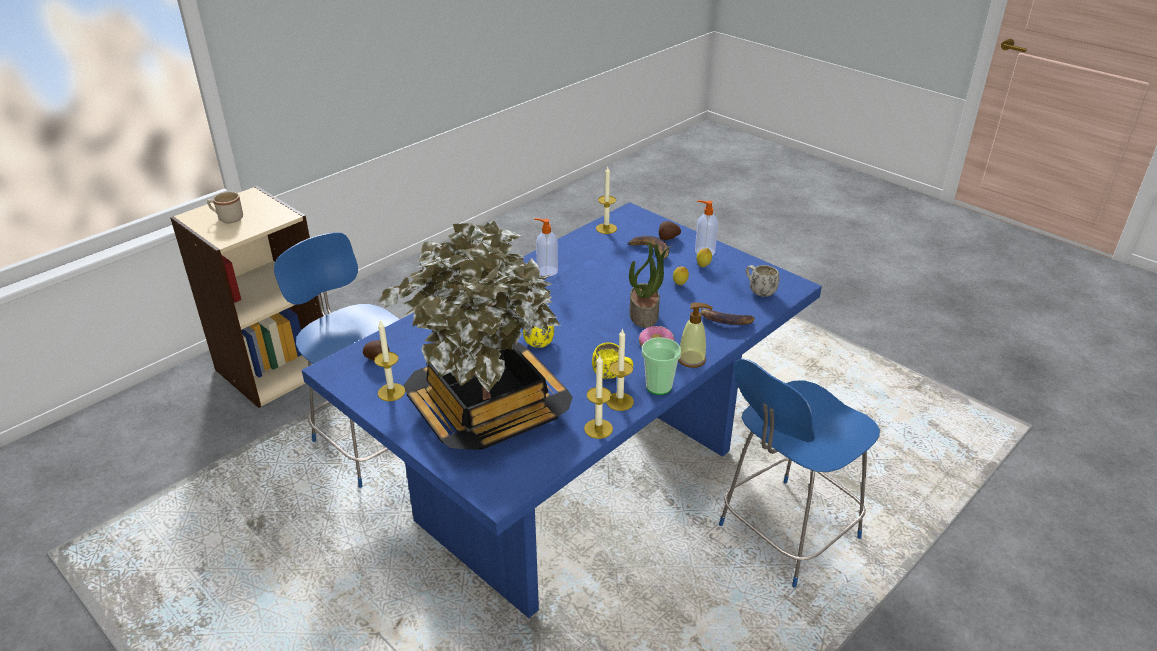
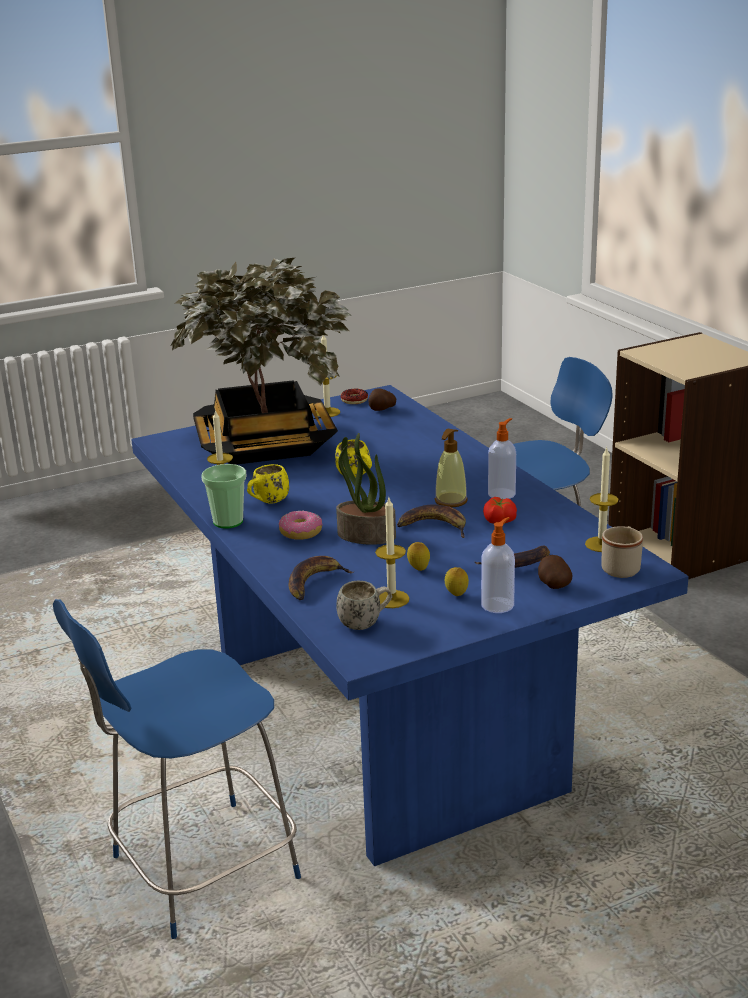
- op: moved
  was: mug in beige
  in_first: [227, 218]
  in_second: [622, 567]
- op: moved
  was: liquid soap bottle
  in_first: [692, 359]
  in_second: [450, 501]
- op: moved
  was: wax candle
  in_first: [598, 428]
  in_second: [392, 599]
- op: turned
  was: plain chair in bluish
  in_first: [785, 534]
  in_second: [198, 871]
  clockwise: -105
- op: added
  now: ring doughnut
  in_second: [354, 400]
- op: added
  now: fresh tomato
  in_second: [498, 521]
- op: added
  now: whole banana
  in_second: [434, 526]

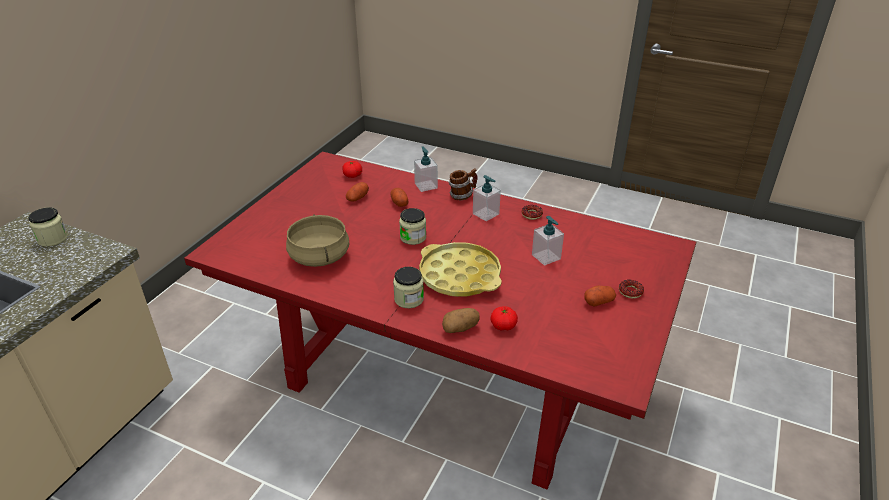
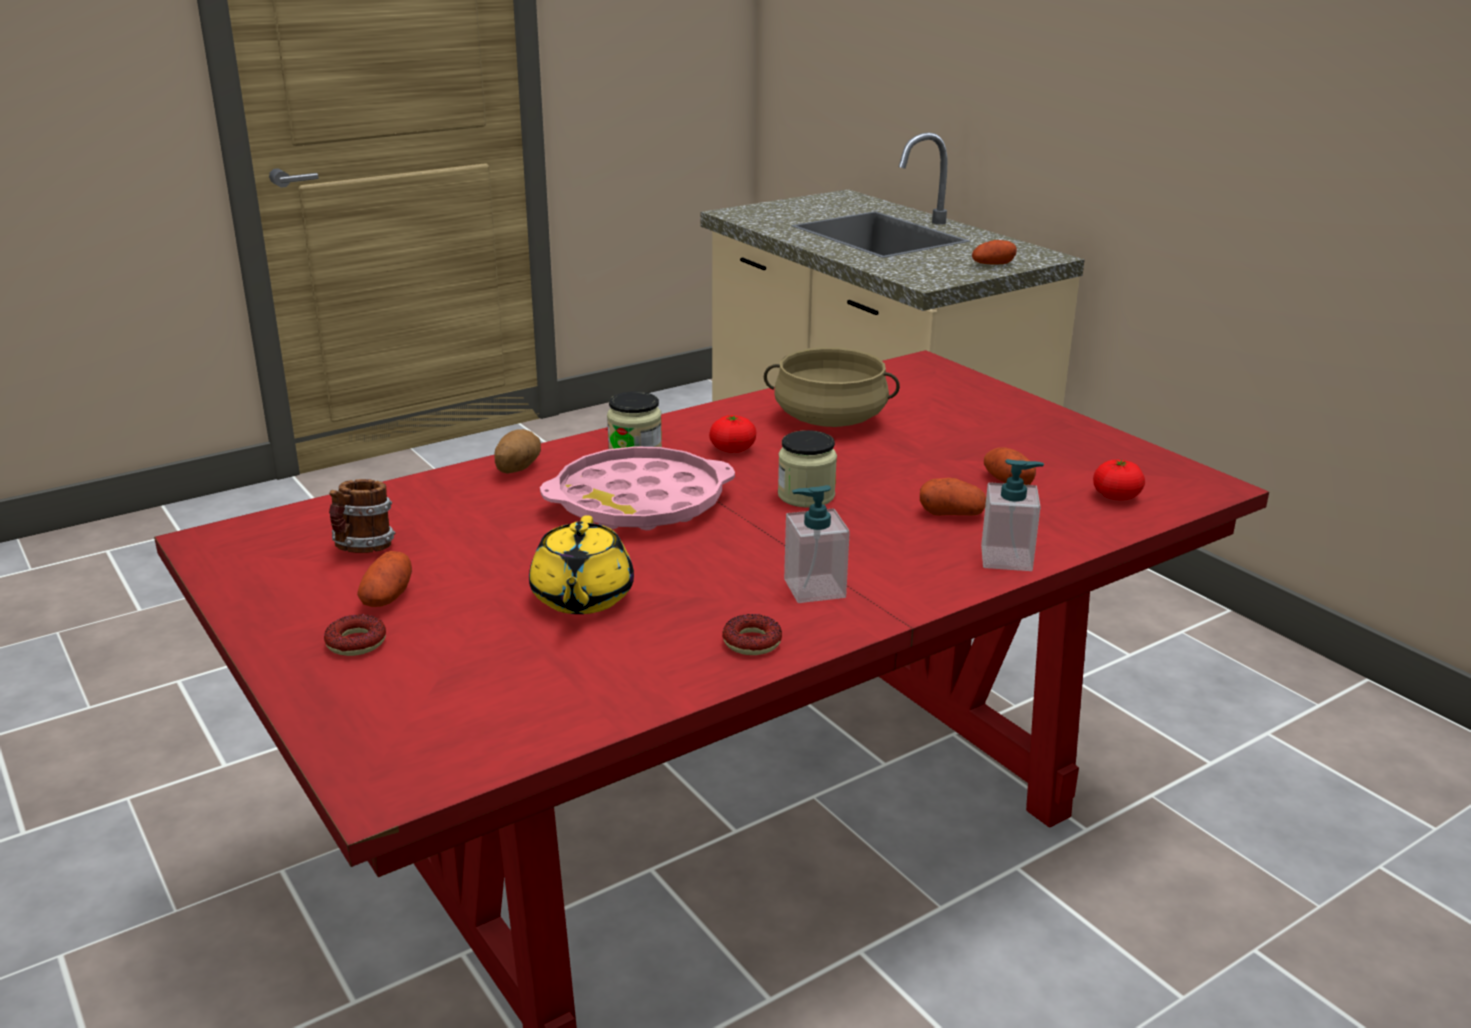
- op: moved
  was: mug
  in_first: [462, 195]
  in_second: [363, 549]
- op: replaced
  was: preserve jar
  now: potato
  in_first: [53, 239]
  in_second: [993, 264]
- op: replaced
  was: liquid soap bottle
  now: tea pot in yellow-coloured
  in_first: [546, 257]
  in_second: [581, 598]
- op: recoloured
  was: serving tray in yellow-coloured
  now: serving tray in pinkish
  in_first: [459, 275]
  in_second: [639, 502]
- op: moved
  was: fresh tomato
  in_first: [503, 325]
  in_second: [732, 449]

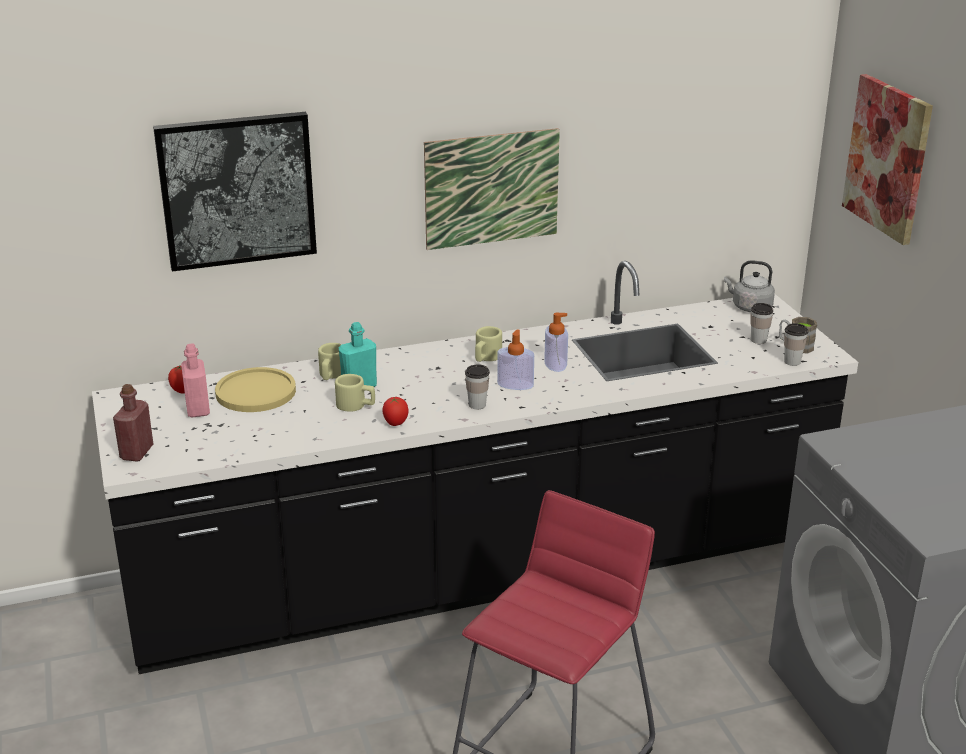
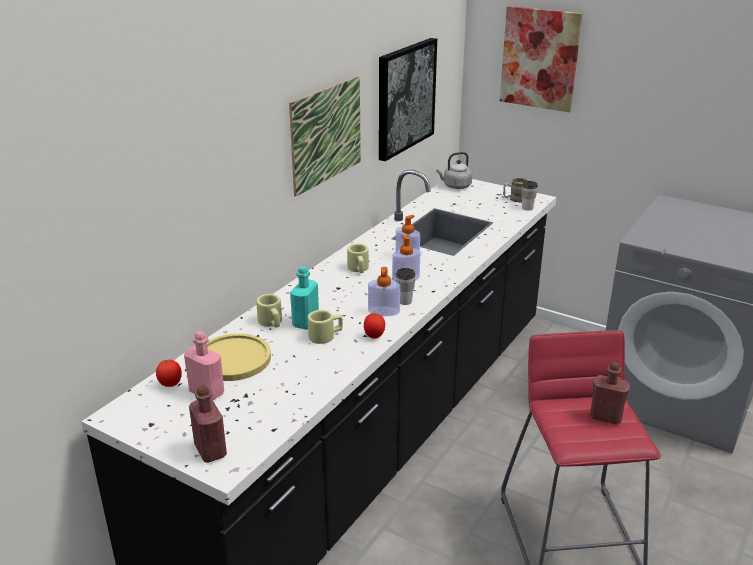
- op: moved
  was: picture
  in_first: [237, 190]
  in_second: [405, 97]
- op: removed
  was: small cup
  in_first: [758, 340]
- op: added
  now: liquid soap bottle
  in_second: [383, 311]
- op: added
  now: drink bottle in red
  in_second: [605, 417]

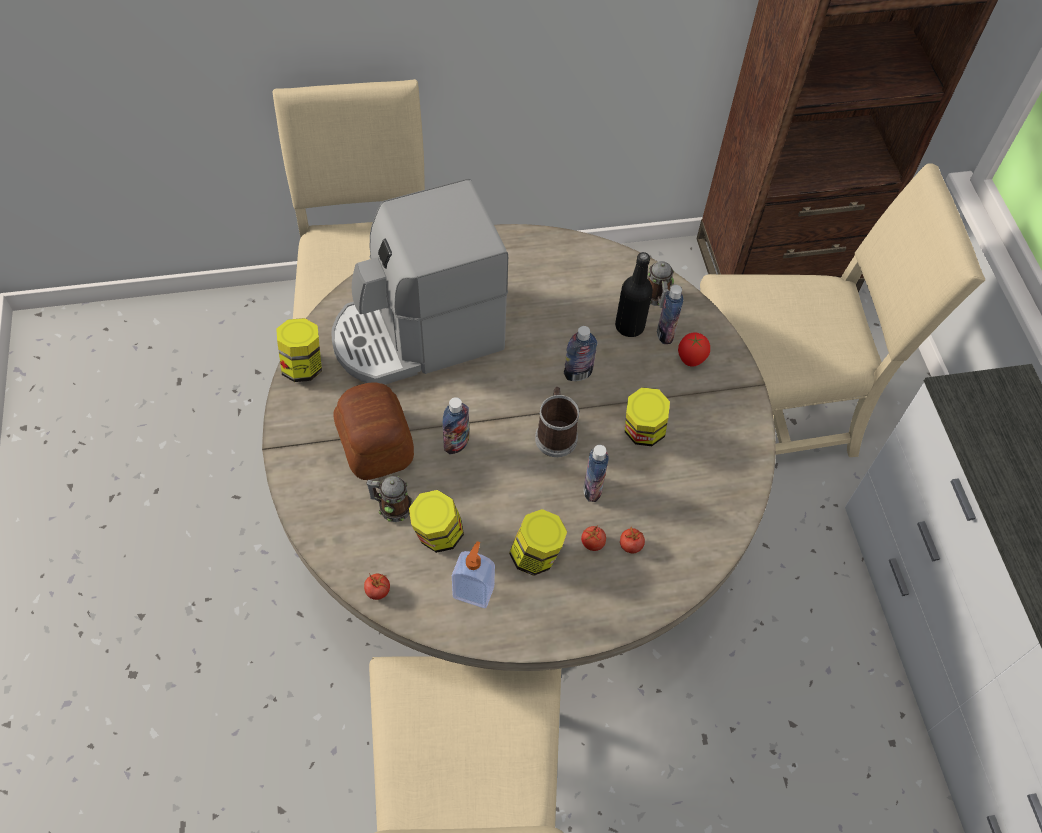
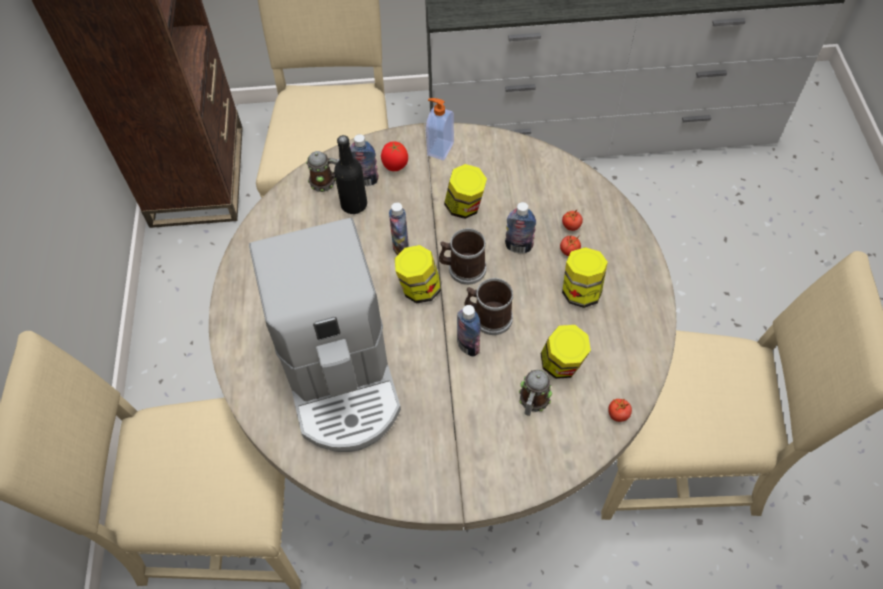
- op: moved
  was: preserve jar
  in_first: [303, 366]
  in_second: [419, 288]
- op: removed
  was: baked bread
  in_first: [374, 444]
- op: moved
  was: liquid soap bottle
  in_first: [474, 591]
  in_second: [439, 149]
- op: added
  now: mug
  in_second: [488, 317]

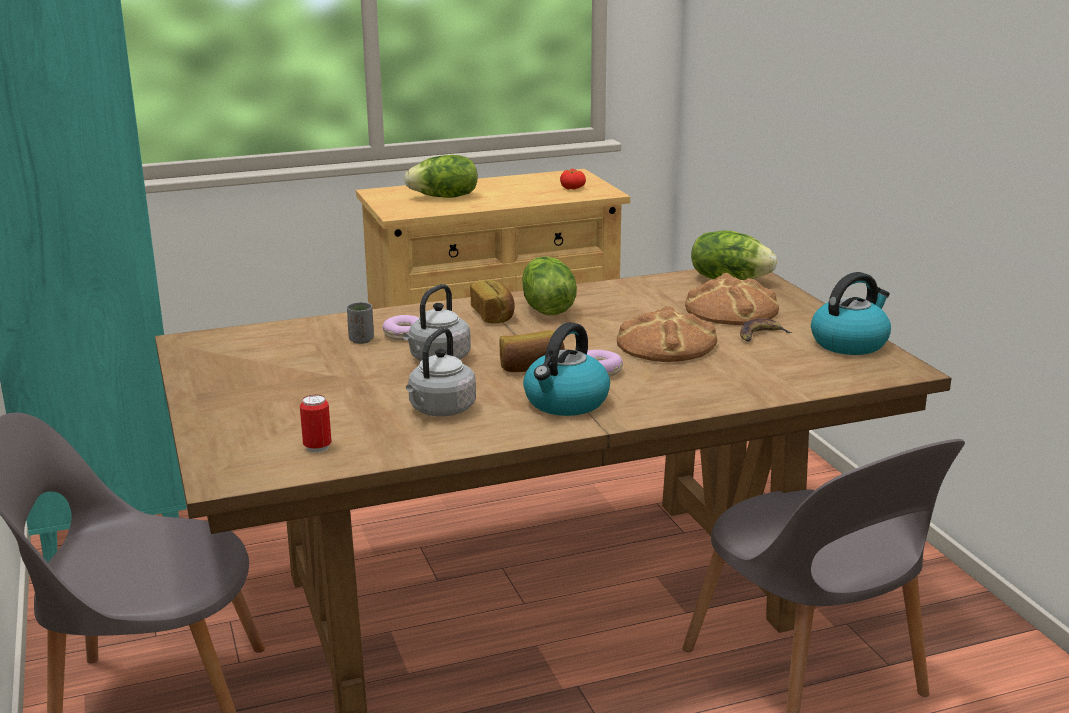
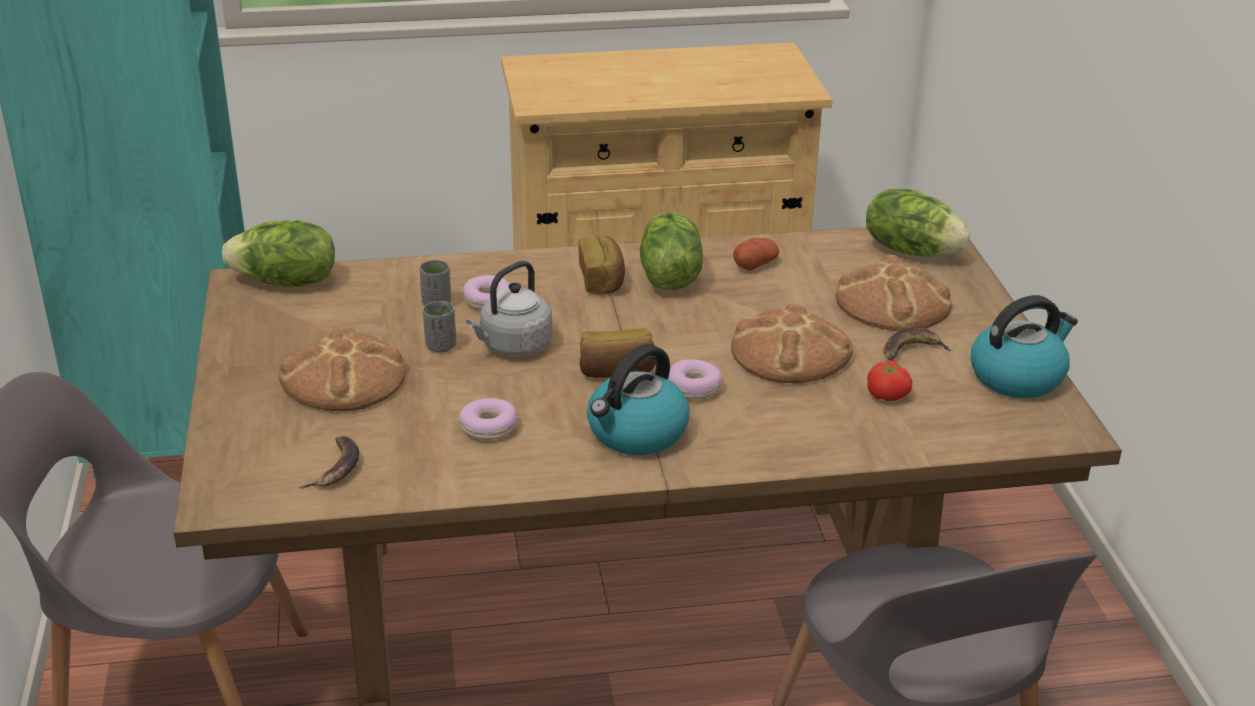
- op: moved
  was: lettuce head
  in_first: [444, 197]
  in_second: [285, 282]
- op: moved
  was: fresh tomato
  in_first: [573, 188]
  in_second: [888, 394]
- op: replaced
  was: water kettle in gray
  now: ring doughnut
  in_first: [440, 410]
  in_second: [489, 427]
- op: replaced
  was: can
  now: whole banana
  in_first: [317, 447]
  in_second: [335, 467]
- op: added
  now: potato
  in_second: [755, 264]
- op: added
  now: small cup in gray
  in_second: [440, 346]
- op: added
  now: baked bread
  in_second: [343, 378]

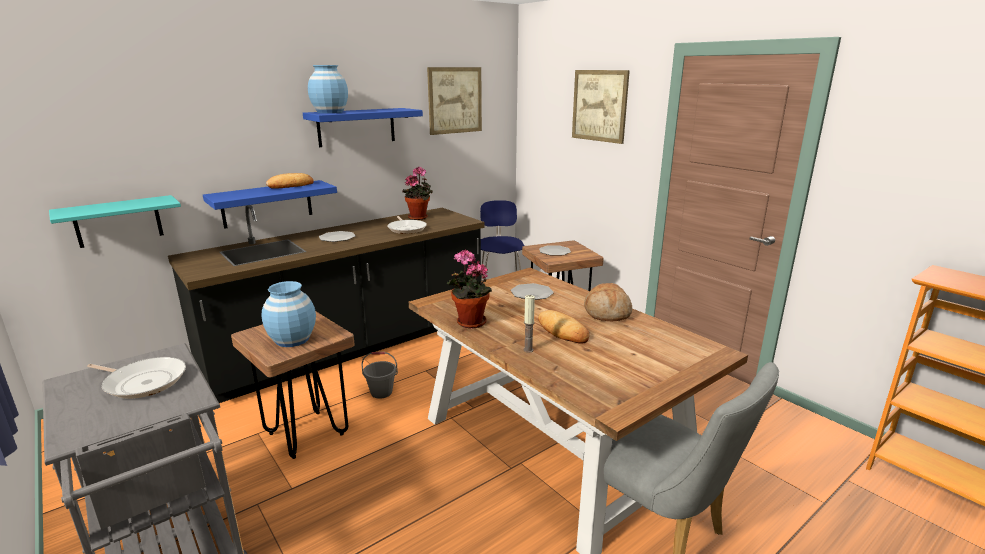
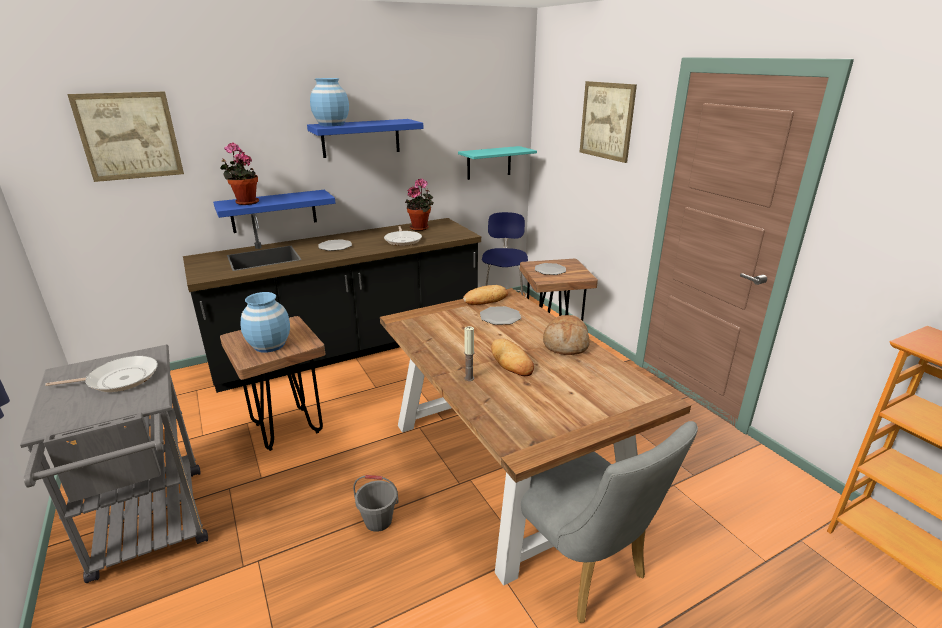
- op: moved
  was: picture
  in_first: [455, 100]
  in_second: [129, 136]
- op: moved
  was: baked bread
  in_first: [291, 185]
  in_second: [486, 299]
- op: moved
  was: shelf in turquoise-coloured
  in_first: [118, 221]
  in_second: [489, 163]
- op: moved
  was: plant in a pot
  in_first: [468, 323]
  in_second: [245, 202]
- op: moved
  was: water bucket in gray
  in_first: [381, 392]
  in_second: [378, 520]
- op: turned
  was: pan
  in_first: [143, 382]
  in_second: [119, 379]
  clockwise: -45

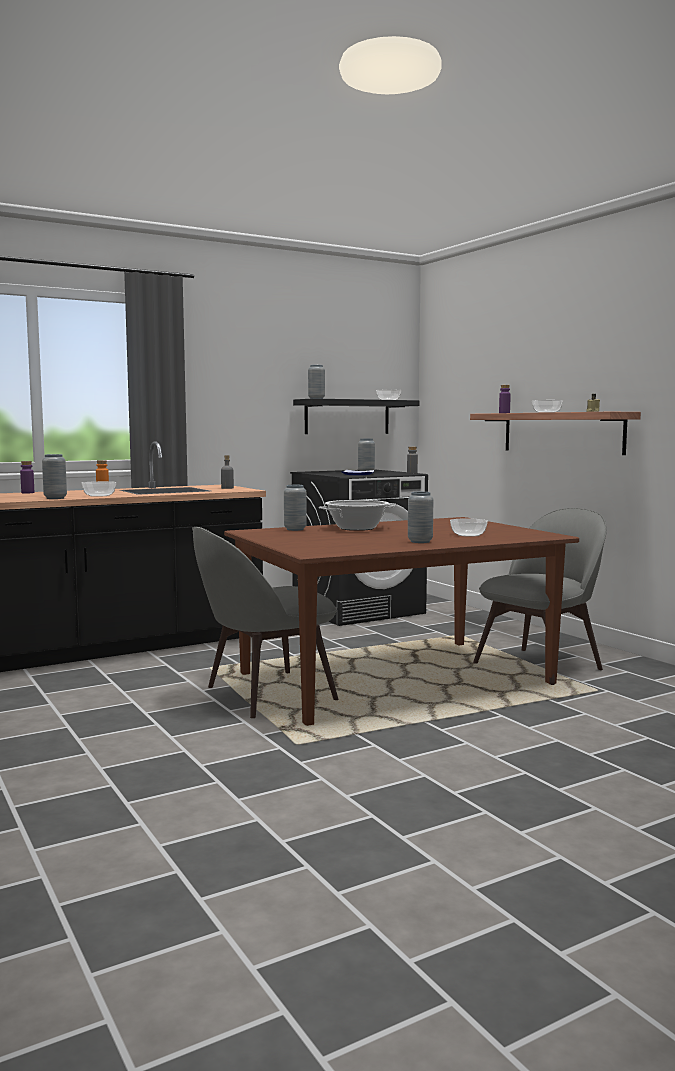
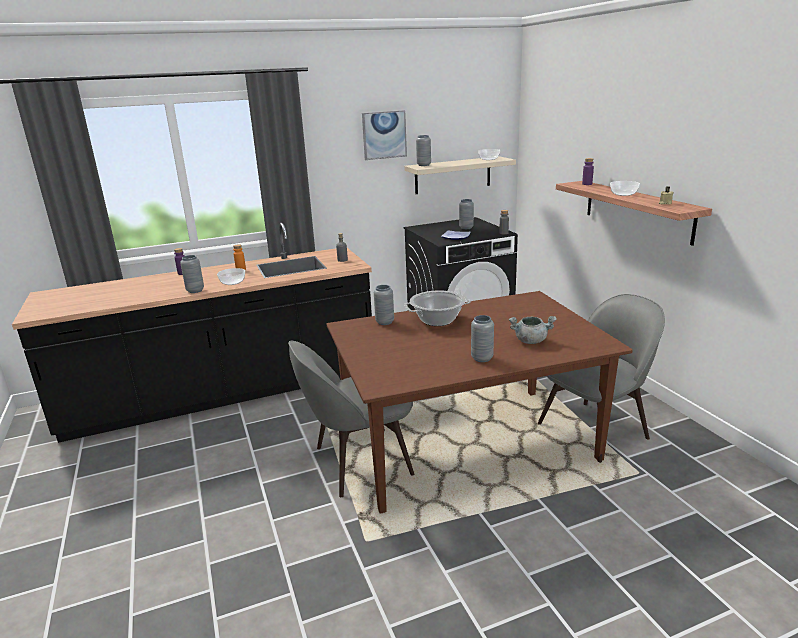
- op: recoloured
  was: shelf in blackish
  now: shelf in beige
  in_first: [347, 417]
  in_second: [453, 175]
- op: replaced
  was: bowl
  now: stockpot in gray
  in_first: [468, 535]
  in_second: [531, 341]
- op: added
  now: picture
  in_second: [384, 135]

